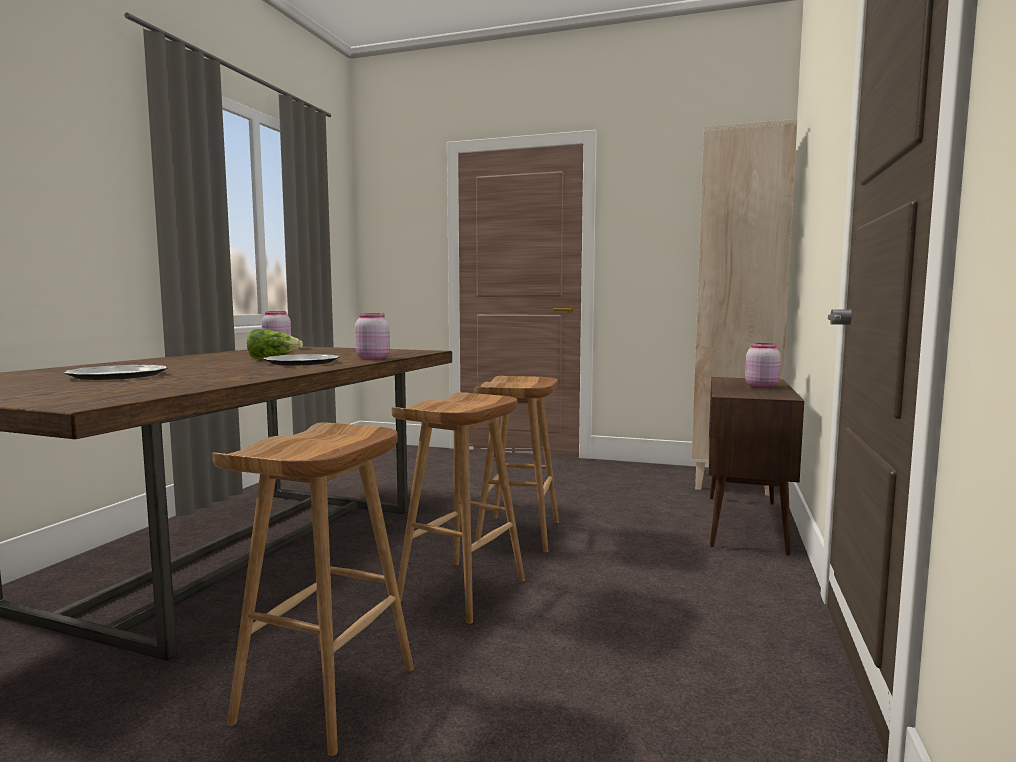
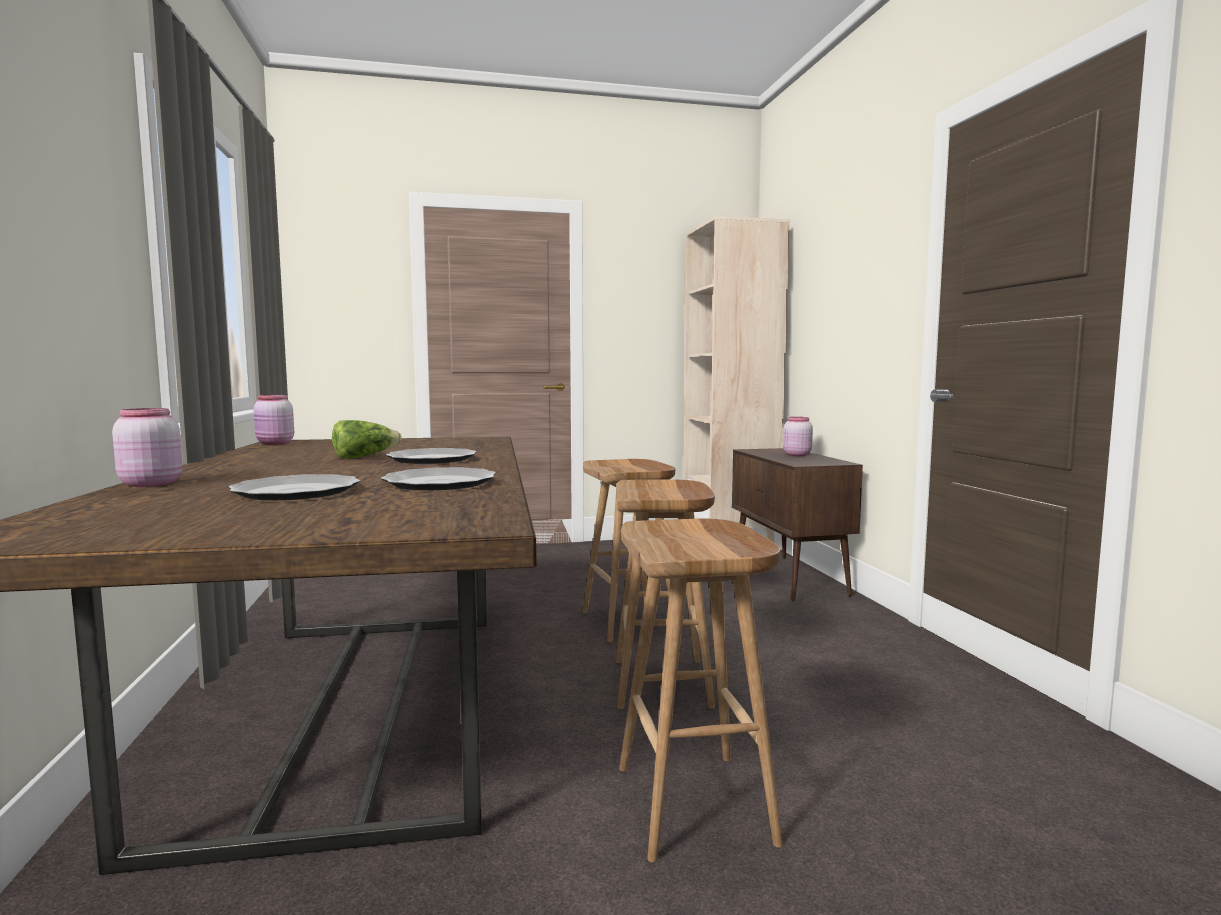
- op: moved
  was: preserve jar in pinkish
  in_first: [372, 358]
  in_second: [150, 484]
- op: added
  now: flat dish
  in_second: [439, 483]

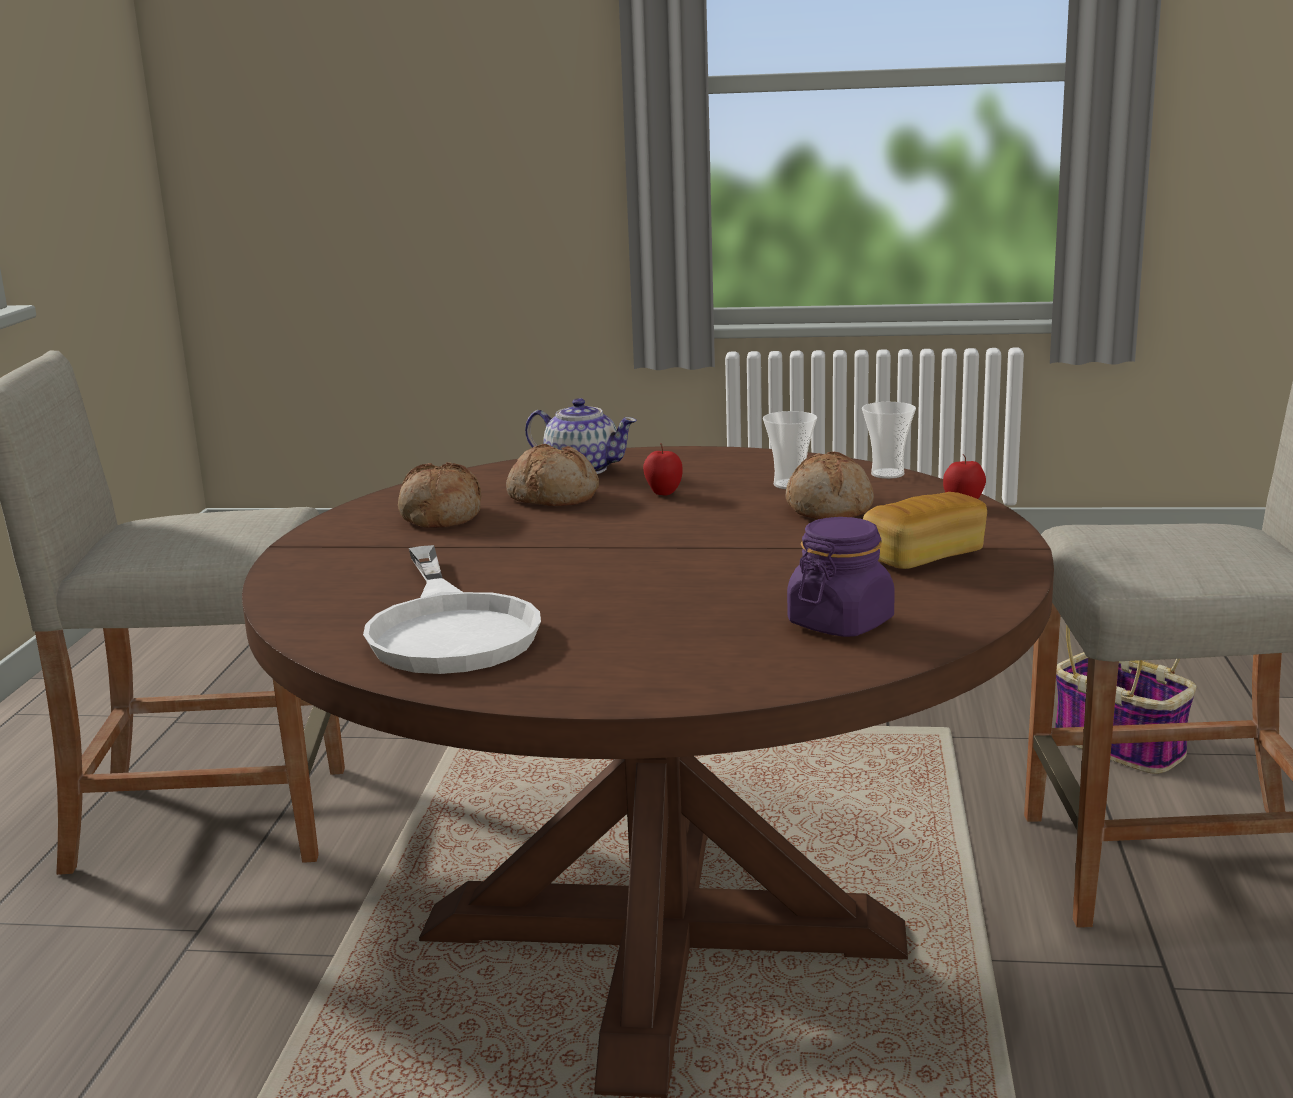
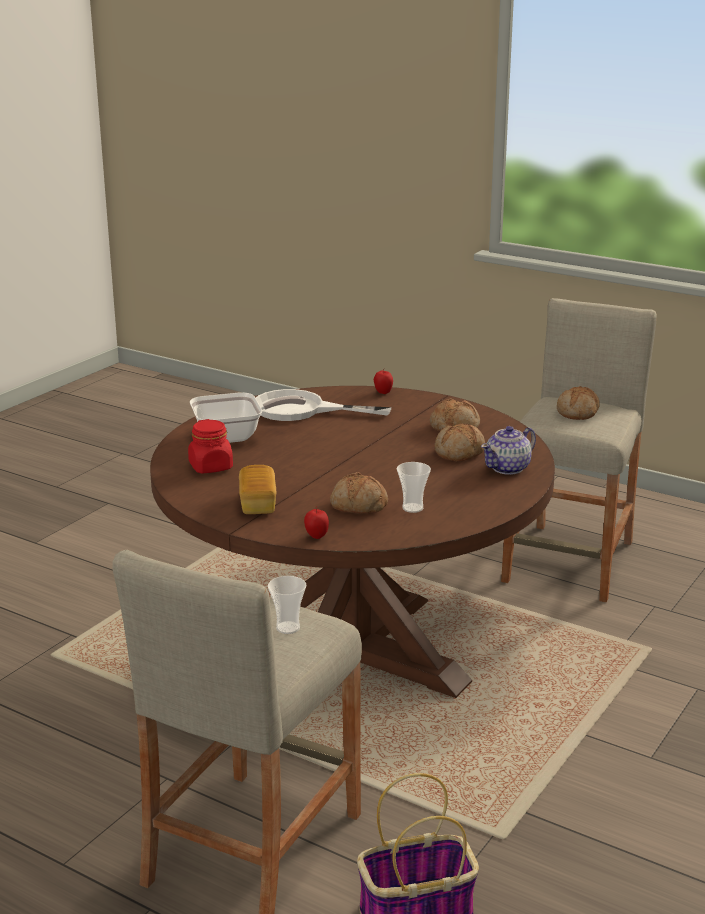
- op: moved
  was: small cup
  in_first: [887, 474]
  in_second: [288, 628]
- op: moved
  was: apple fruit
  in_first: [663, 494]
  in_second: [383, 392]
- op: recoloured
  was: preserve jar in purple-coloured
  now: preserve jar in red
  in_first: [840, 623]
  in_second: [211, 467]
- op: added
  now: baked bread
  in_second: [578, 413]
- op: added
  now: pan
  in_second: [236, 436]

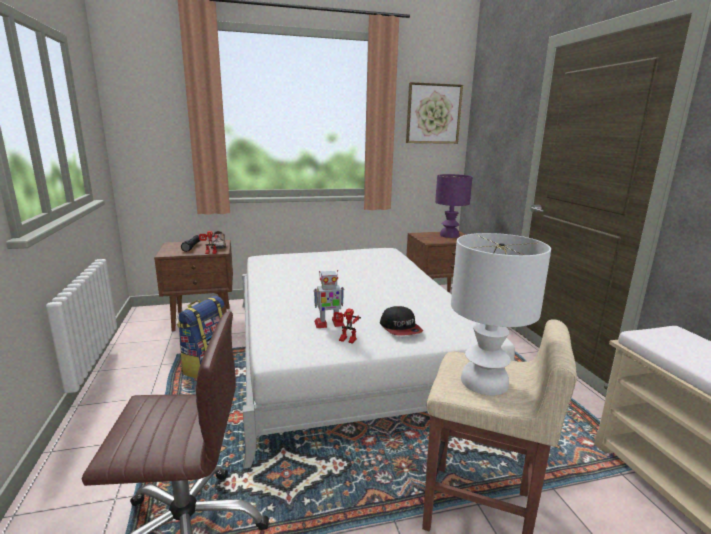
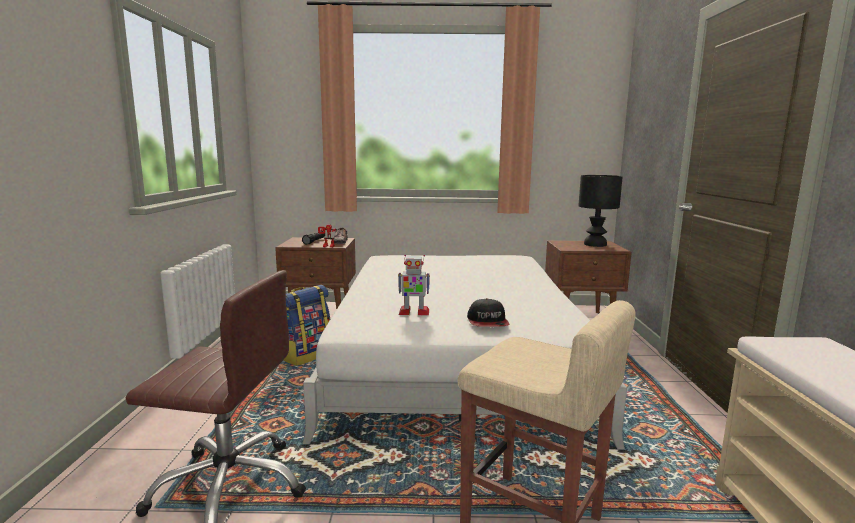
- op: removed
  was: picture
  in_first: [433, 114]
- op: recoloured
  was: tabletop lamp in purple-coloured
  now: tabletop lamp in blackish
  in_first: [449, 235]
  in_second: [595, 244]
- op: removed
  was: tabletop lamp in white
  in_first: [485, 381]
- op: removed
  was: robot figure
  in_first: [345, 340]

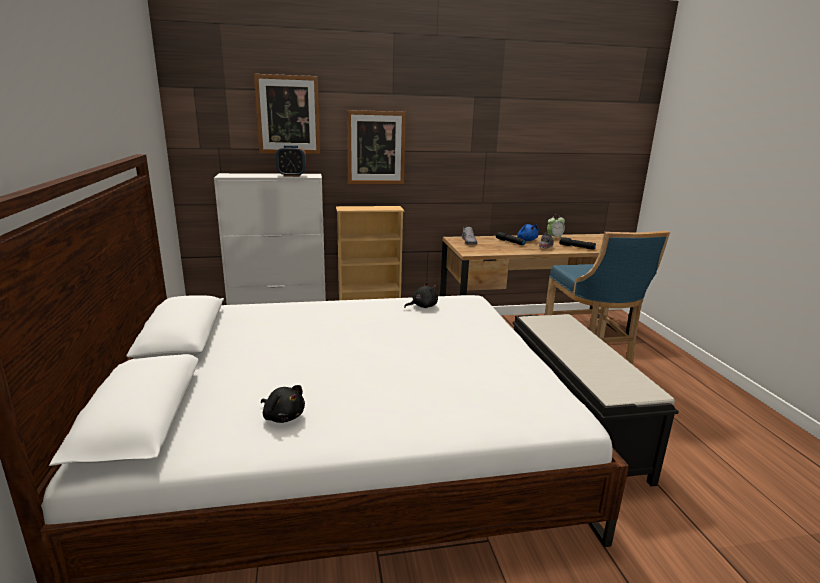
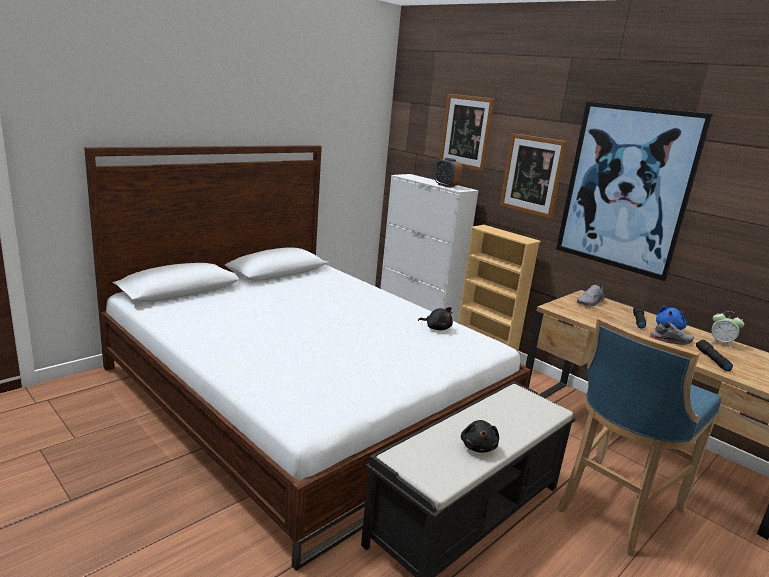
- op: moved
  was: plush toy in blackish
  in_first: [283, 416]
  in_second: [478, 446]
- op: added
  now: picture
  in_second: [626, 189]

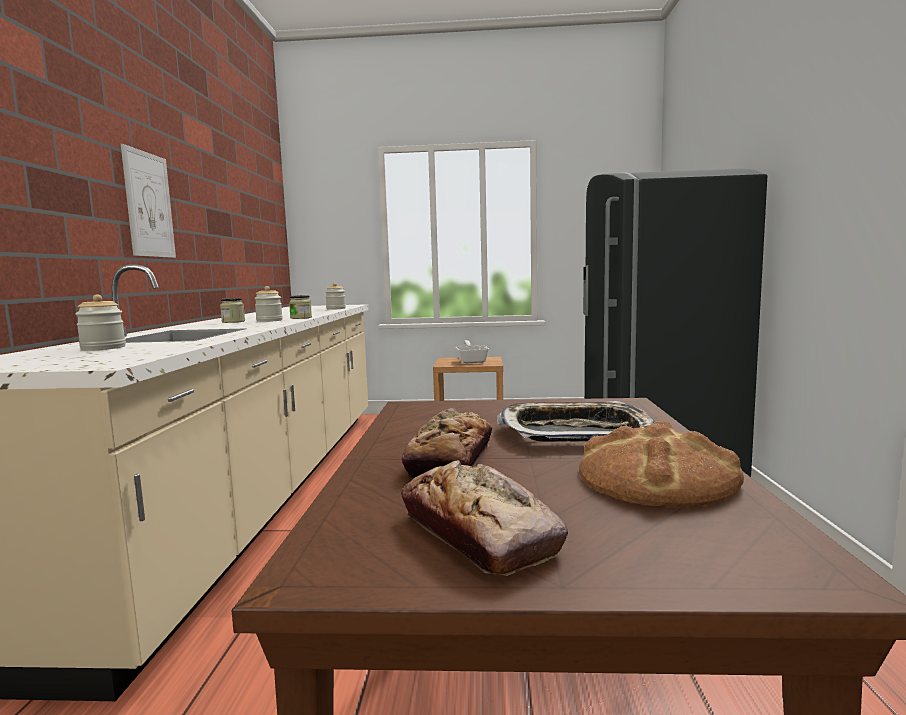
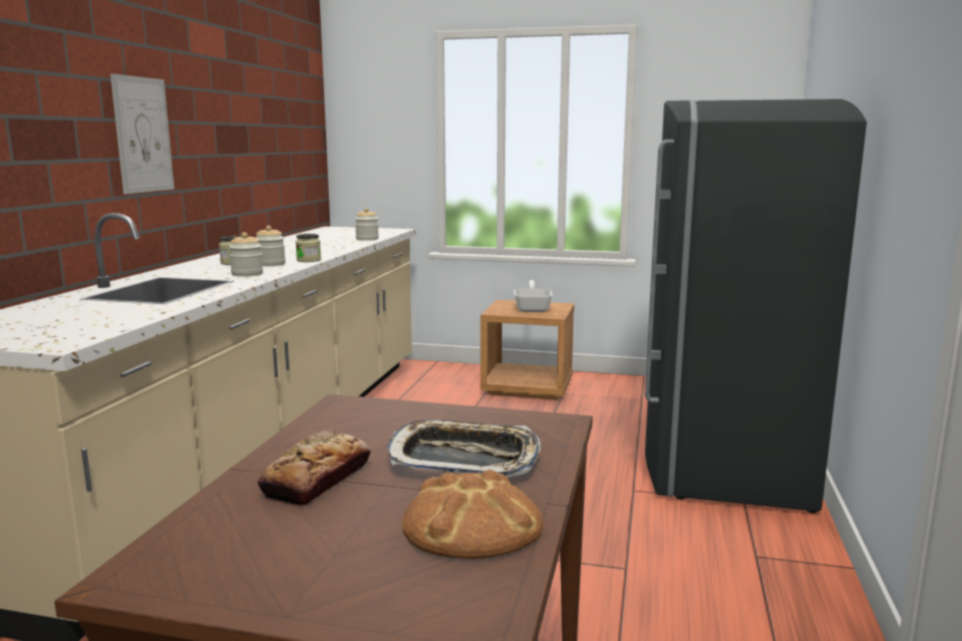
- op: moved
  was: preserve jar
  in_first: [103, 348]
  in_second: [247, 274]
- op: removed
  was: baked bread
  in_first: [478, 533]

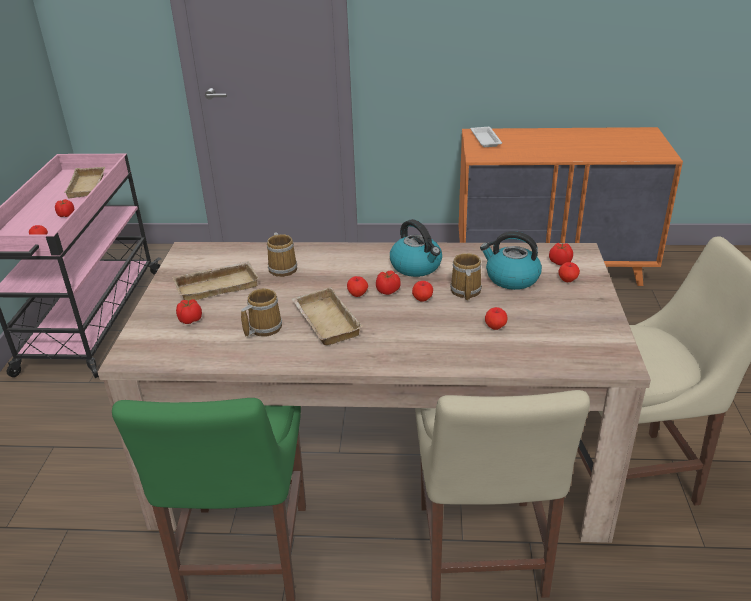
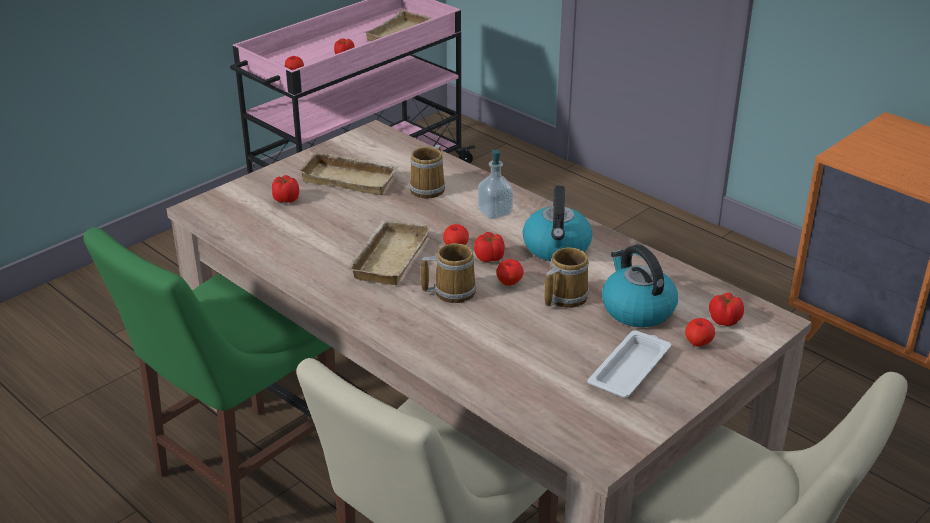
- op: moved
  was: serving tray in white
  in_first: [485, 139]
  in_second: [630, 369]
- op: moved
  was: mug
  in_first: [263, 328]
  in_second: [451, 291]
- op: removed
  was: apple fruit
  in_first: [495, 327]
- op: added
  now: liquid soap bottle
  in_second: [495, 212]

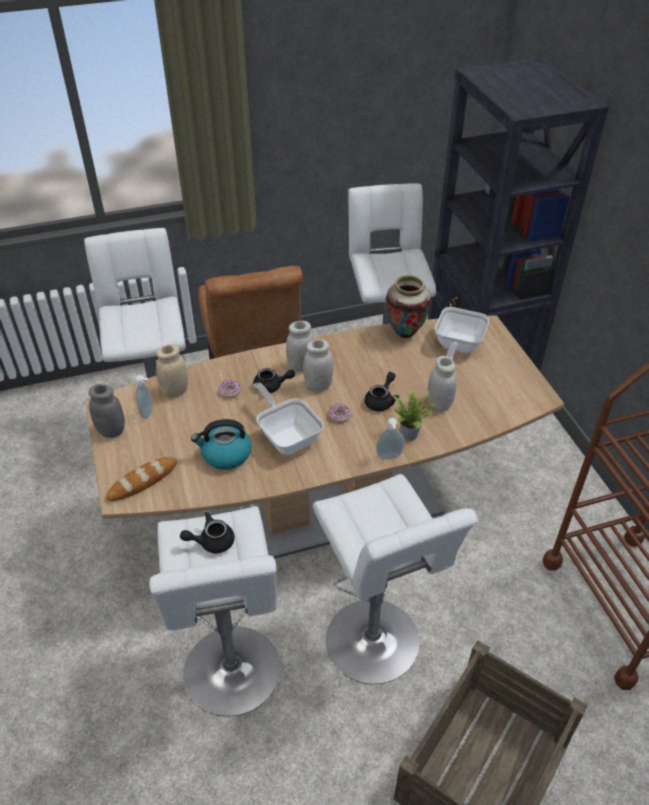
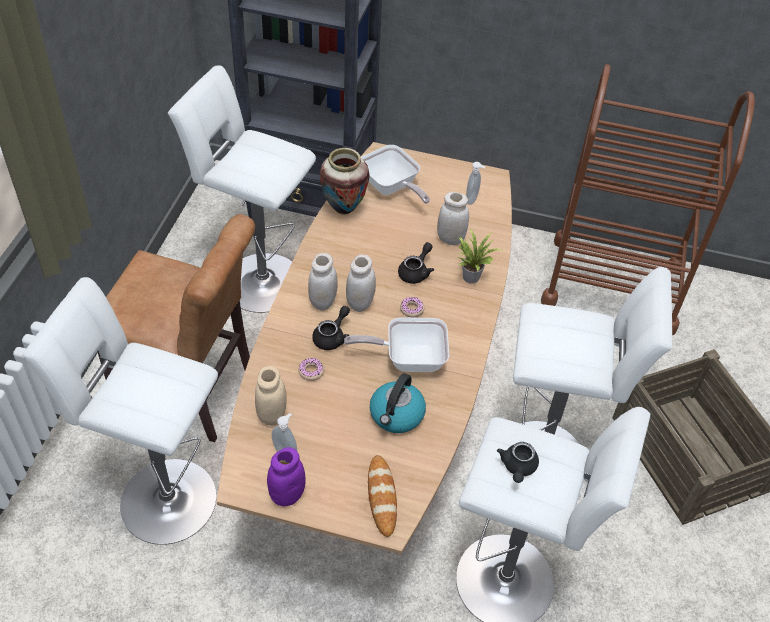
- op: turned
  was: tea pot in blackish
  in_first: [381, 400]
  in_second: [416, 272]
  clockwise: 60
- op: recoloured
  was: preserve jar in gray
  now: preserve jar in purple-coloured
  in_first: [111, 431]
  in_second: [287, 495]
- op: moved
  was: liquid soap bottle
  in_first: [389, 457]
  in_second: [472, 200]

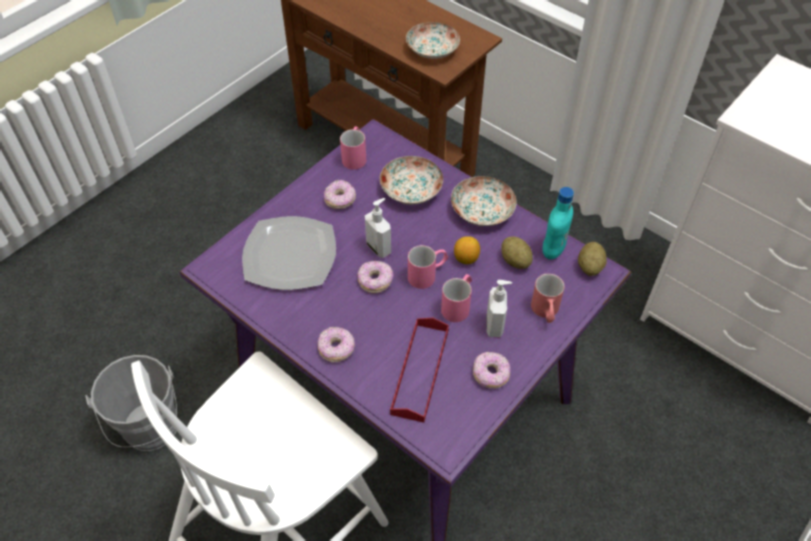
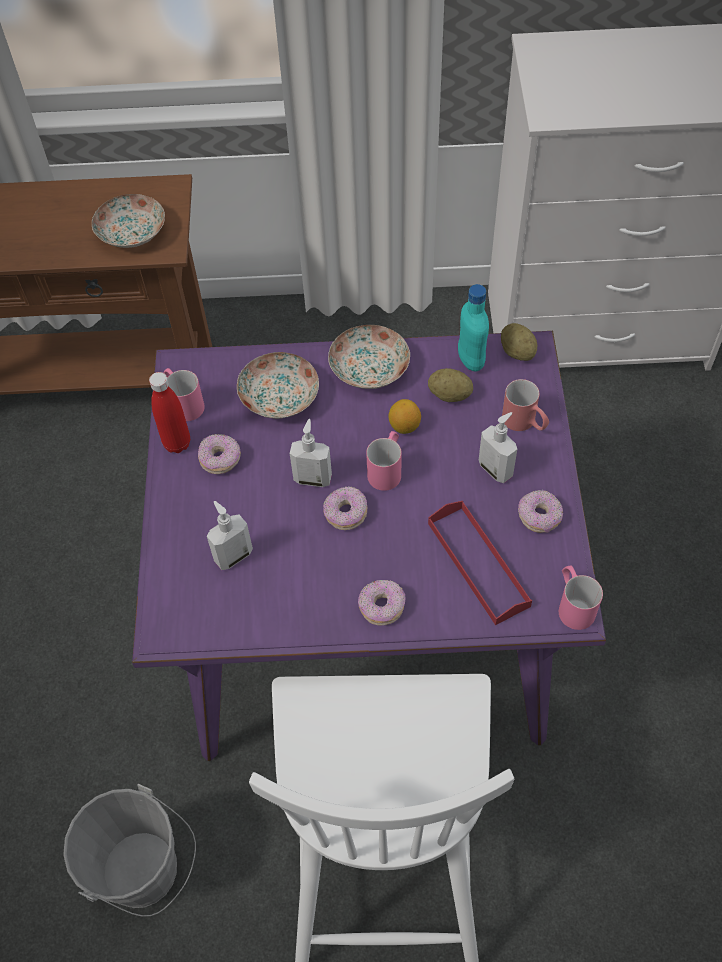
- op: replaced
  was: flat dish
  now: liquid soap bottle
  in_first: [289, 256]
  in_second: [233, 555]
- op: moved
  was: mug in pinkish
  in_first: [458, 305]
  in_second: [573, 604]
- op: added
  now: drink bottle in red
  in_second: [177, 443]

